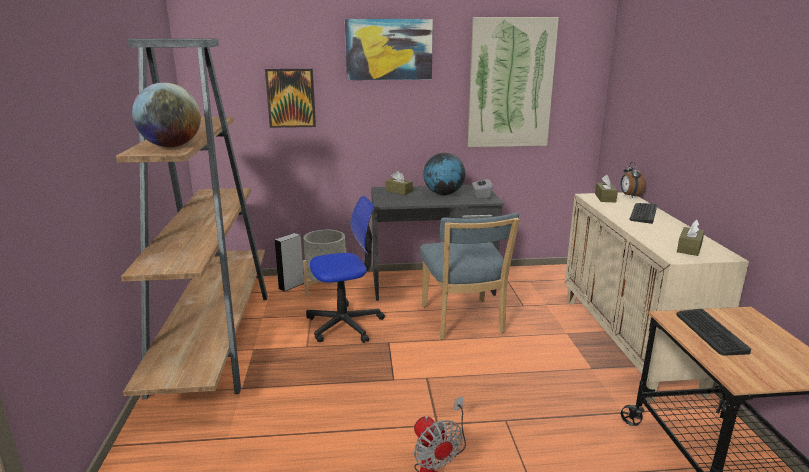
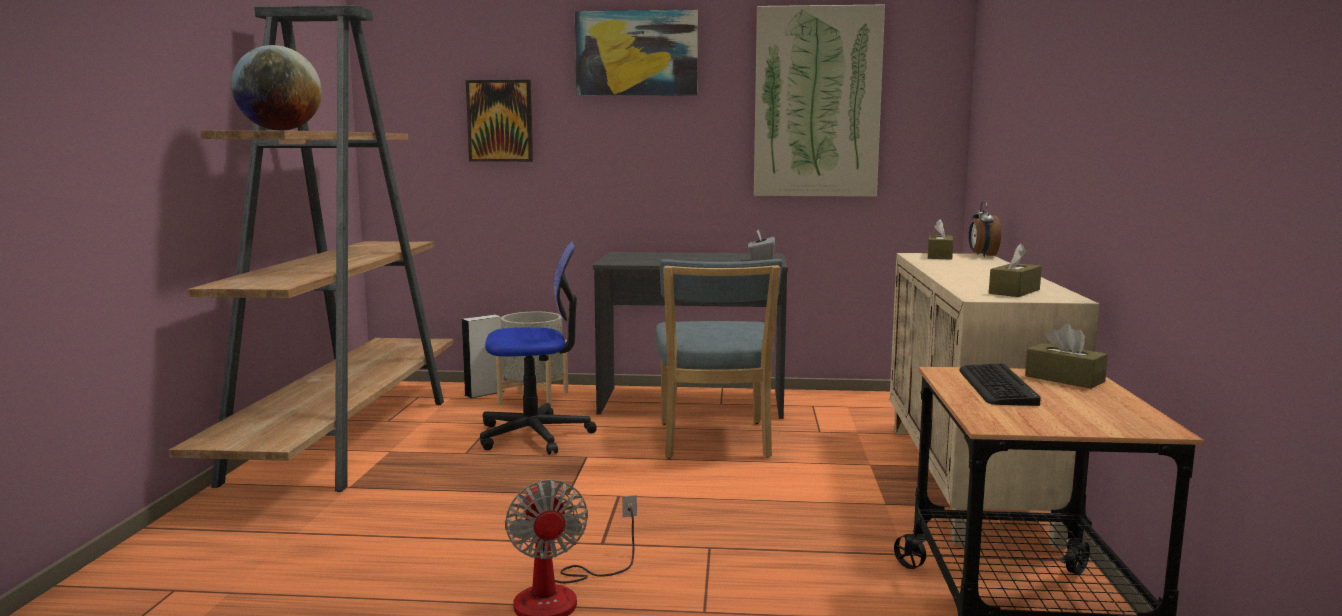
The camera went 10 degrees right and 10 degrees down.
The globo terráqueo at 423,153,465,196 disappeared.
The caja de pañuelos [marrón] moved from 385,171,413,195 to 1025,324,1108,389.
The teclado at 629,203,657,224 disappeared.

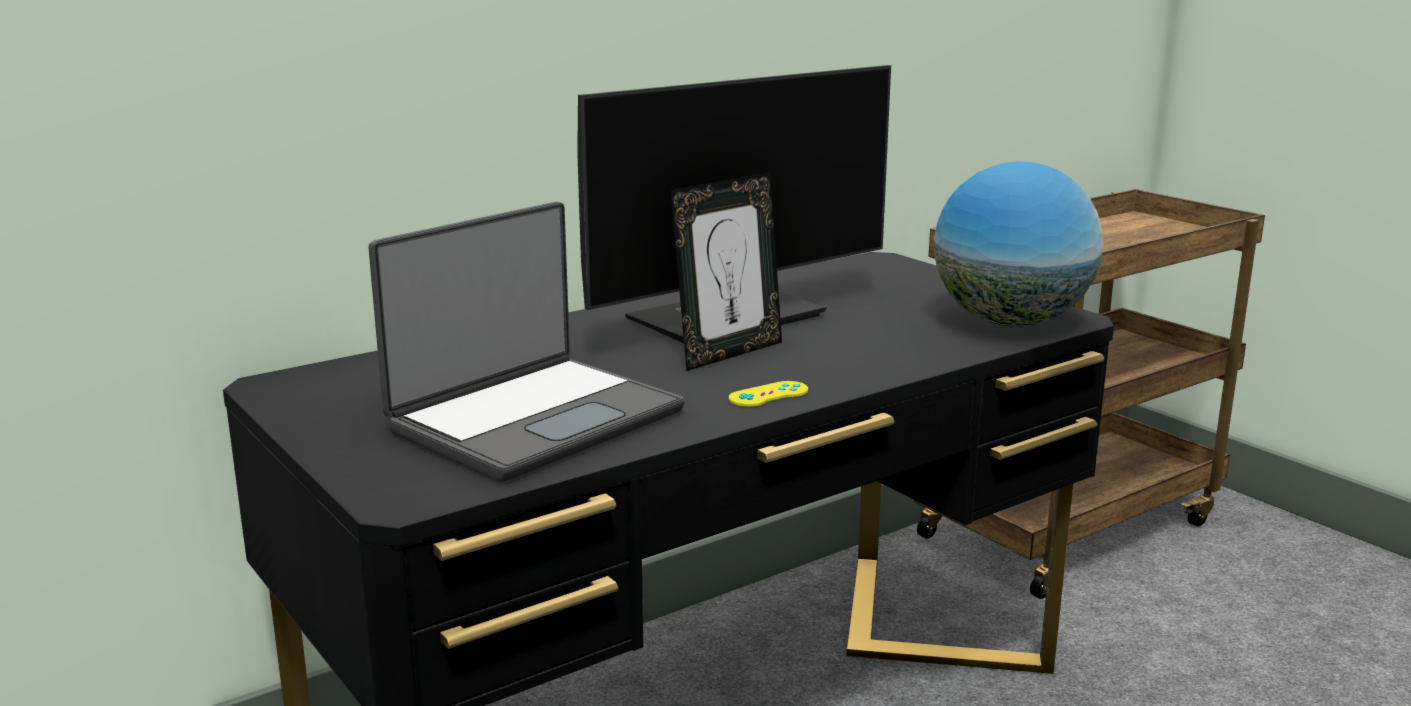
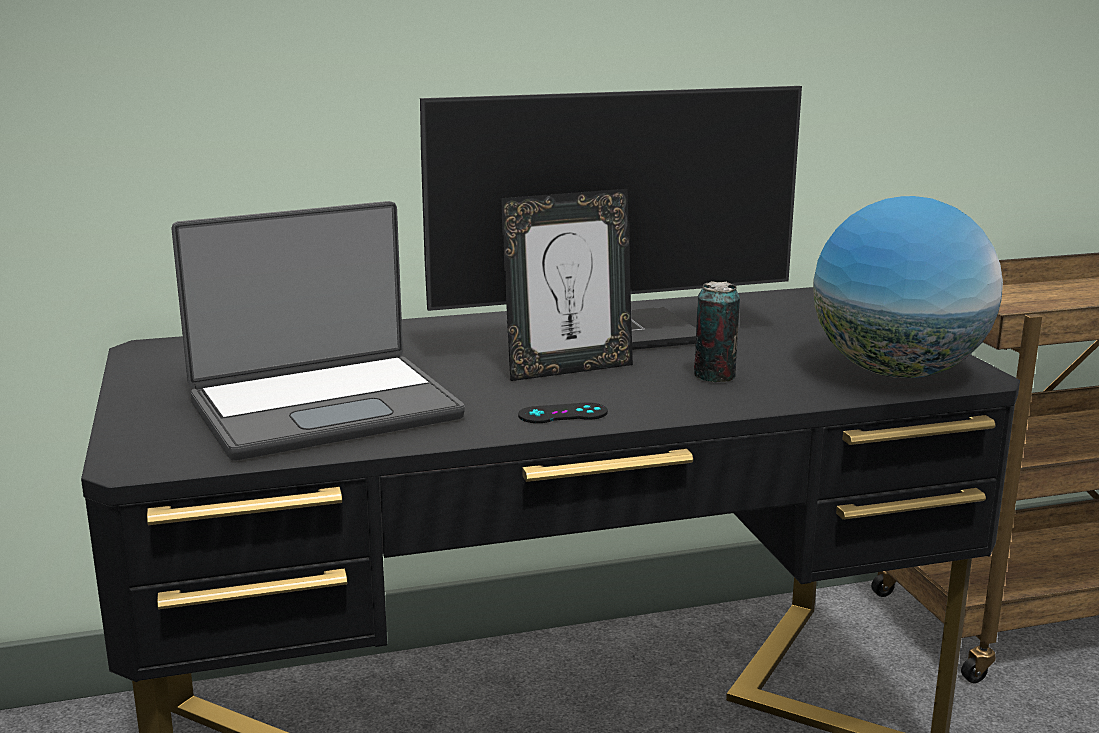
The camera went 20 degrees right and 0 degrees up.
The mando de consola [amarillo] at 729,381,808,407 became the mando de consola [negro] at 518,402,608,423.
The lata at 694,281,740,382 appeared.

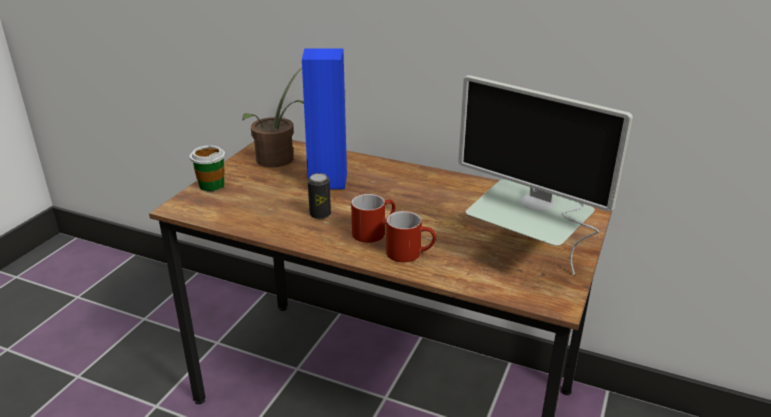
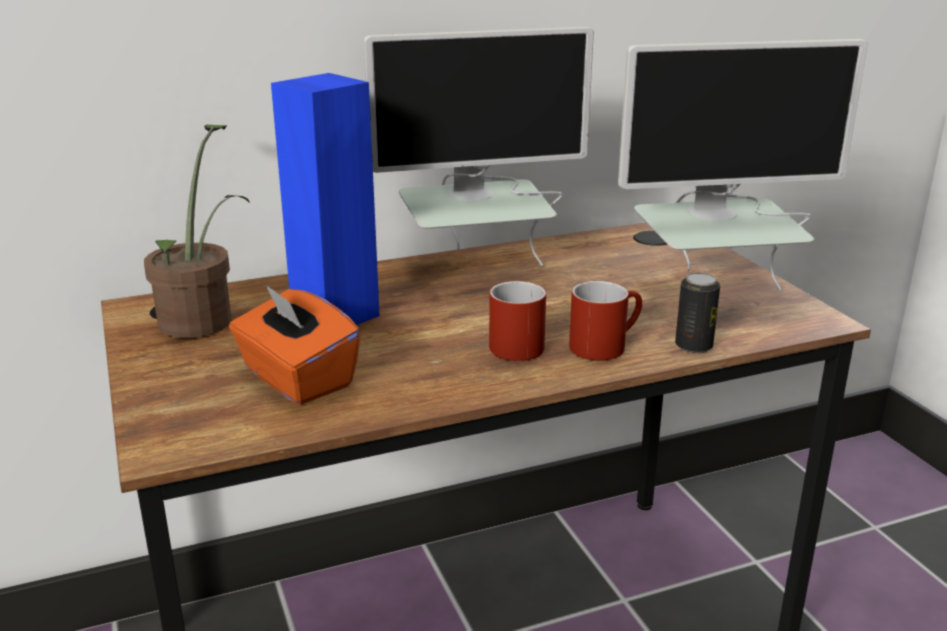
The camera went 45 degrees left and 5 degrees down.
The taza at 190,145,225,191 disappeared.
The lata moved from 308,173,331,219 to 675,272,720,353.
The monitor at 364,27,594,266 appeared.
The caja de pañuelos [naranja] at 229,284,361,405 appeared.

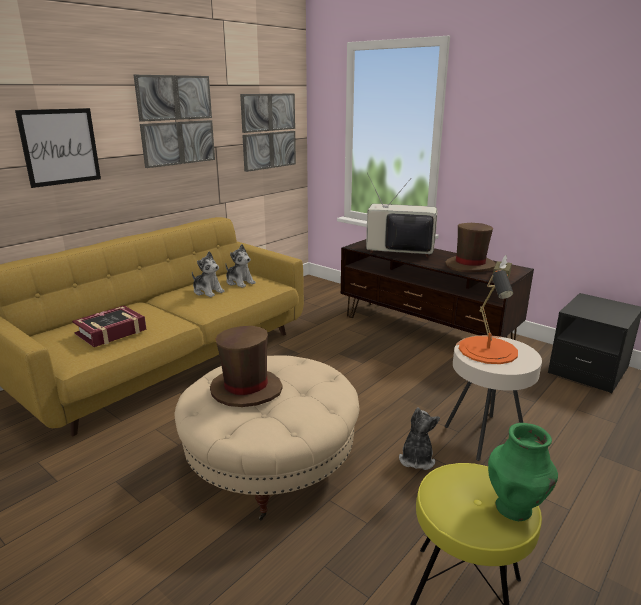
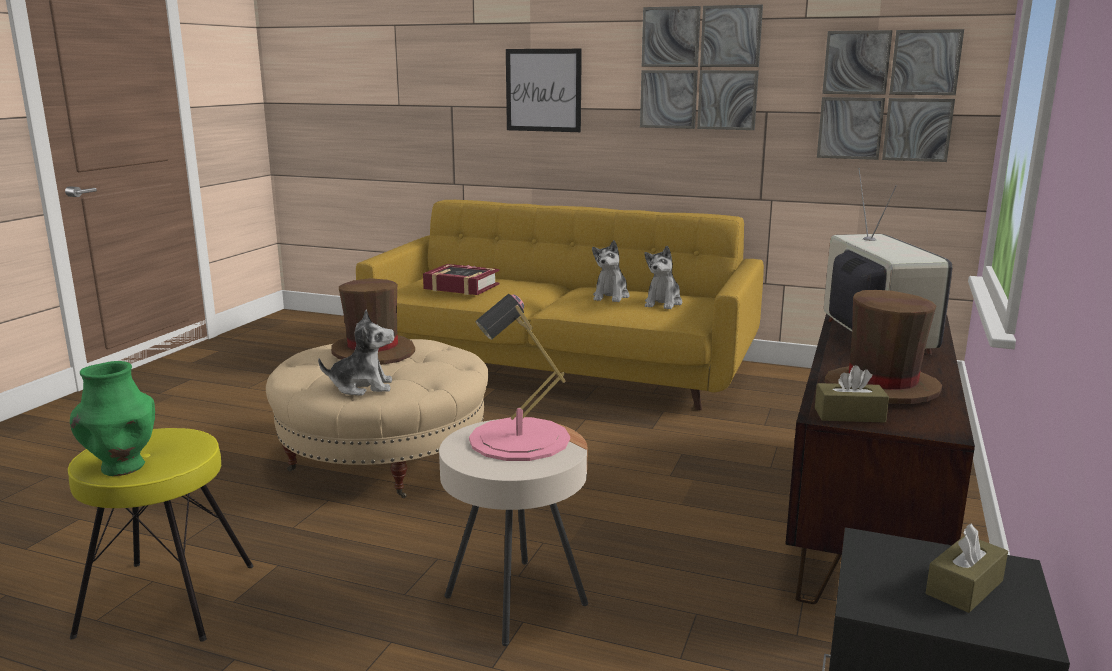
The camera went 70 degrees right and 5 degrees down.
The lámpara de mesa [naranja] at 459,270,518,364 became the lámpara de mesa [rosa] at 469,294,570,461.
The peluche moved from 399,407,440,470 to 318,310,395,396.
The caja de pañuelos [marrón] at 926,523,1008,613 appeared.

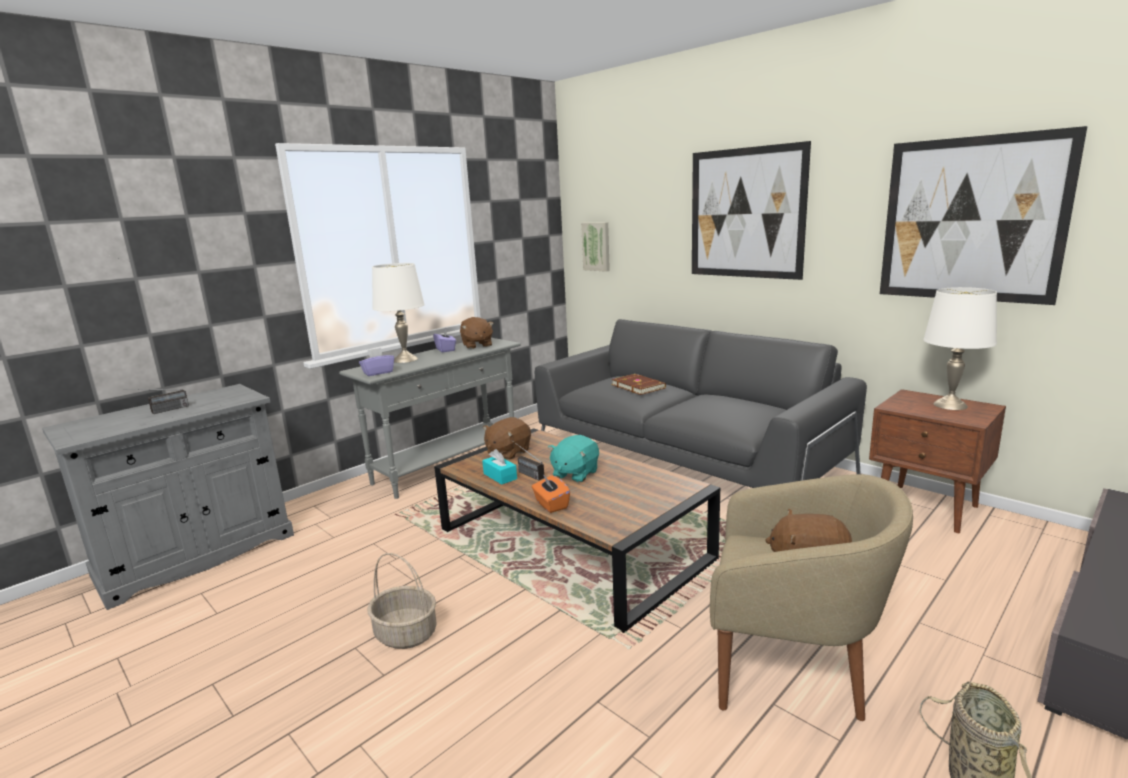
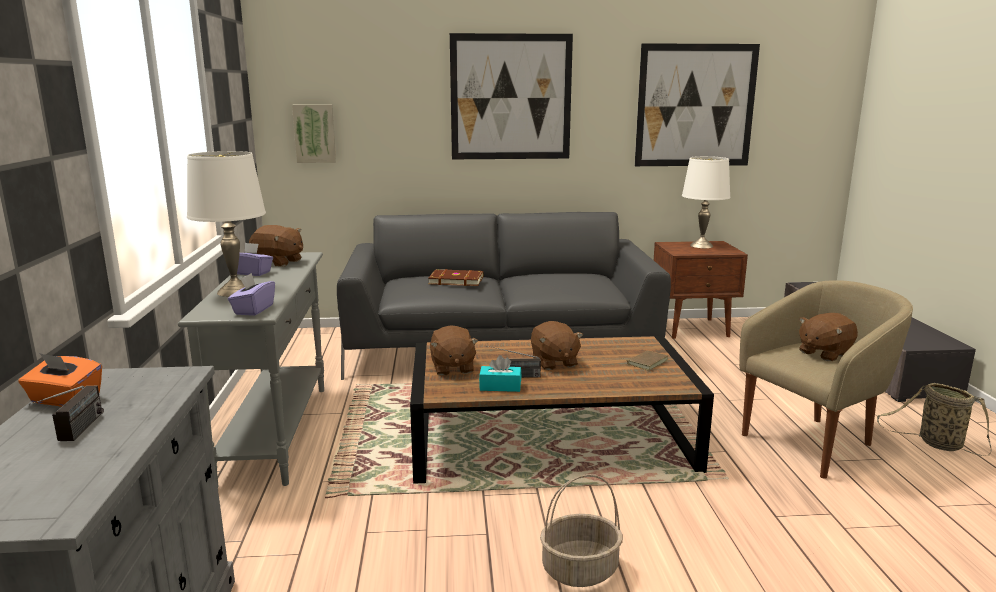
The camera went 50 degrees left and 0 degrees up.
The peluche [turquesa] at 548,435,599,483 became the peluche [marrón] at 531,321,583,370.
The caja de pañuelos [naranja] moved from 532,475,570,513 to 19,353,102,407.
The libro [marrón] at 621,350,668,371 appeared.

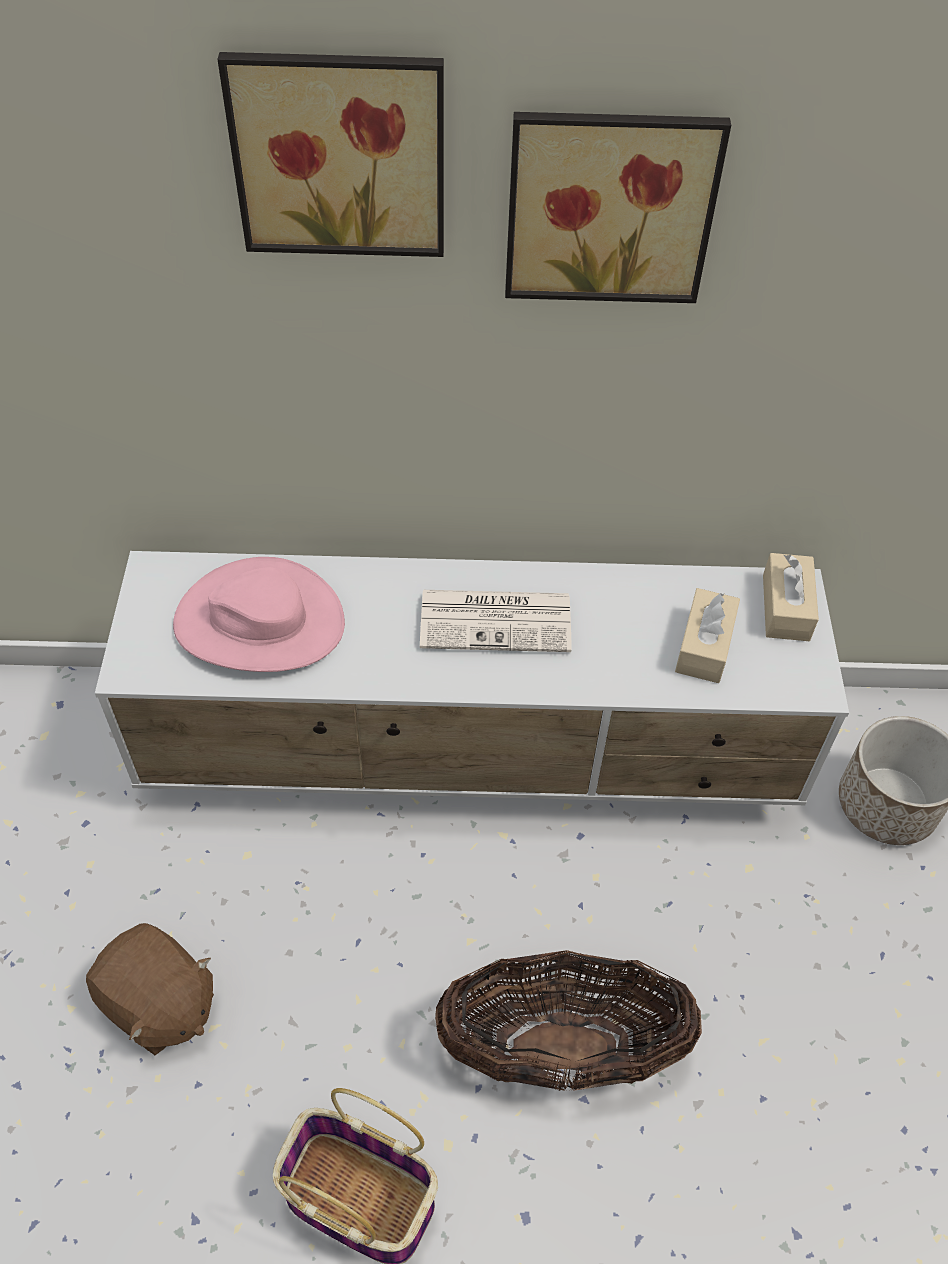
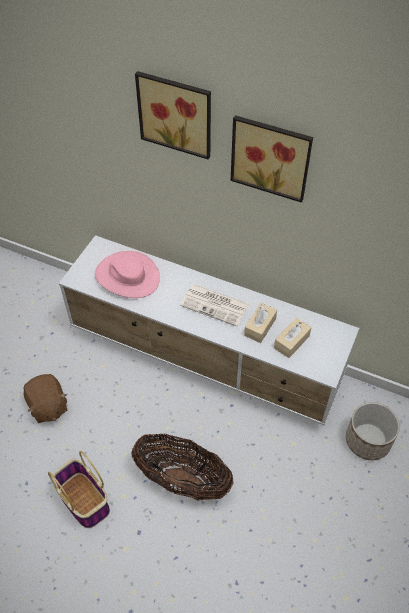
The camera went 25 degrees right and 0 degrees up.
The caja de pañuelos [beis] moved from 763,553,819,641 to 244,303,277,343.

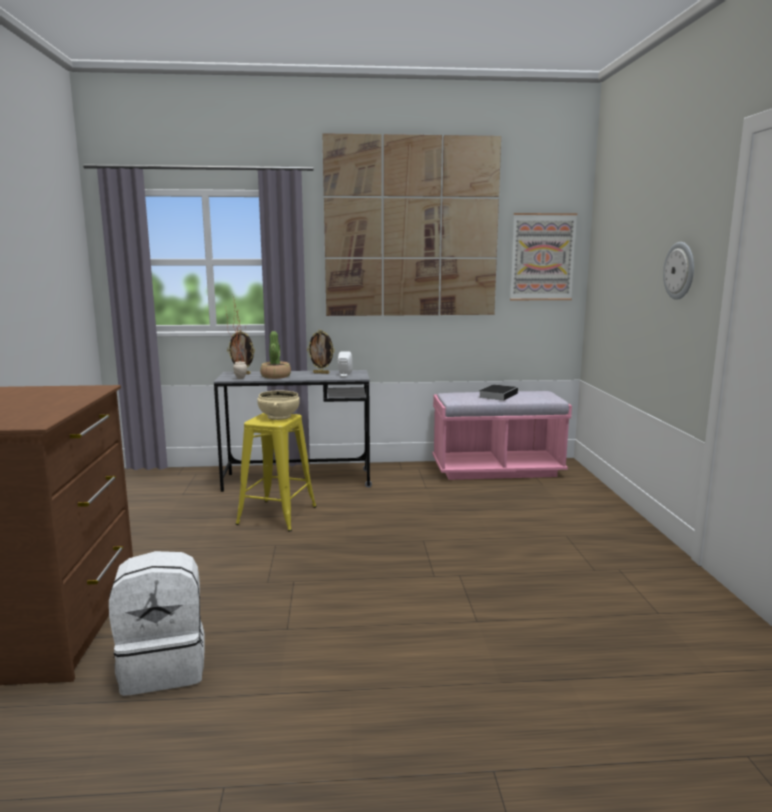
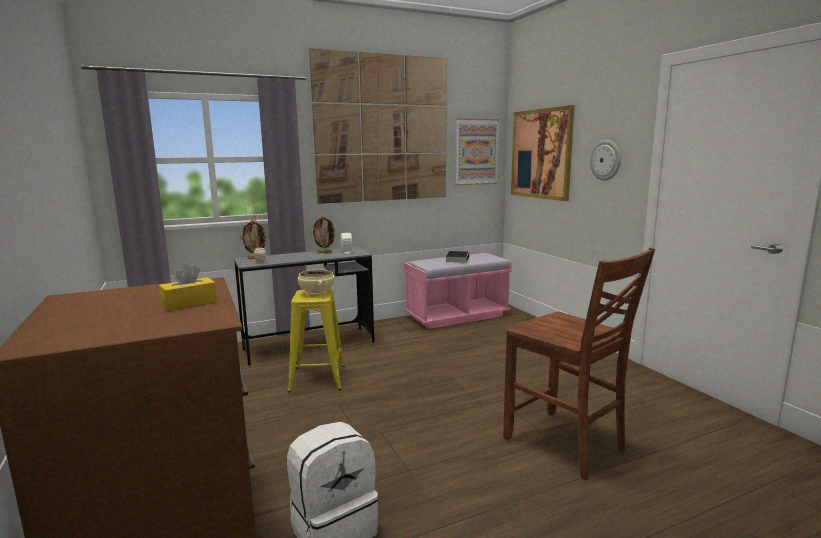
The camera went 20 degrees left and 0 degrees up.
The planta en maceta at 260,331,291,379 disappeared.
The cuadro at 511,105,574,201 appeared.
The silla [marrón] at 503,248,655,480 appeared.
The caja de pañuelos [amarillo] at 159,264,217,311 appeared.

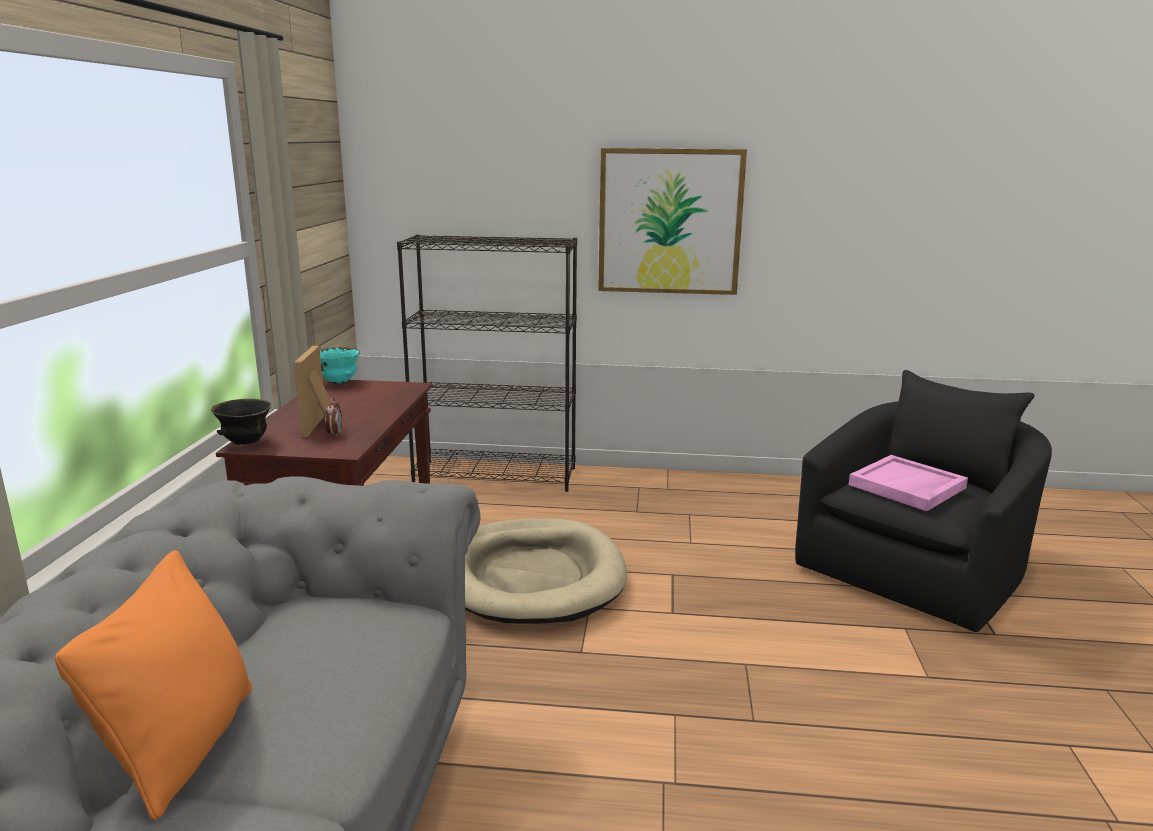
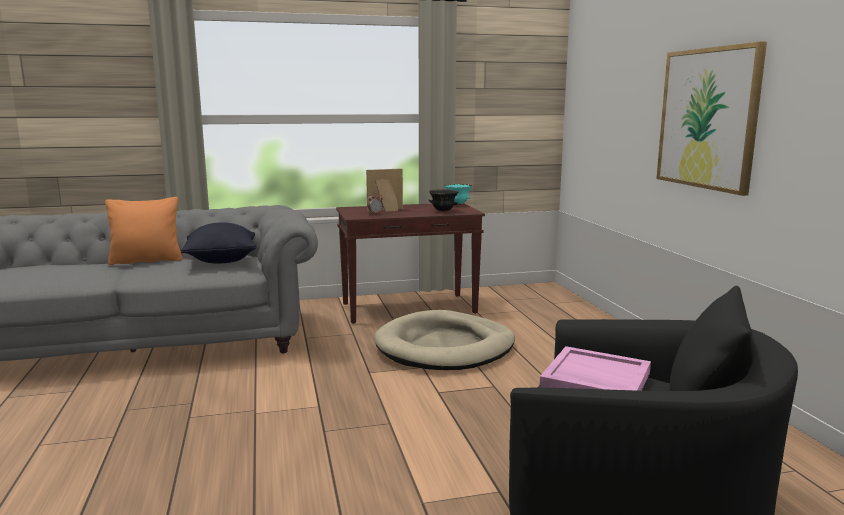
The camera went 70 degrees right and 5 degrees down.
The estantería [negro] at 397,234,577,492 disappeared.
The cuenco [negro] moved from 211,398,271,445 to 429,189,458,212.
The cojín [negro] at 181,222,256,263 appeared.

